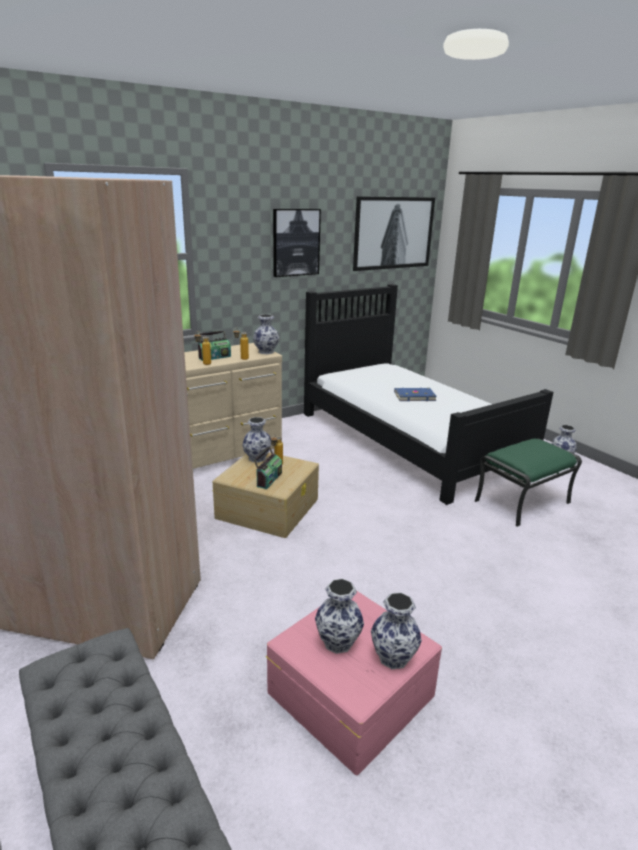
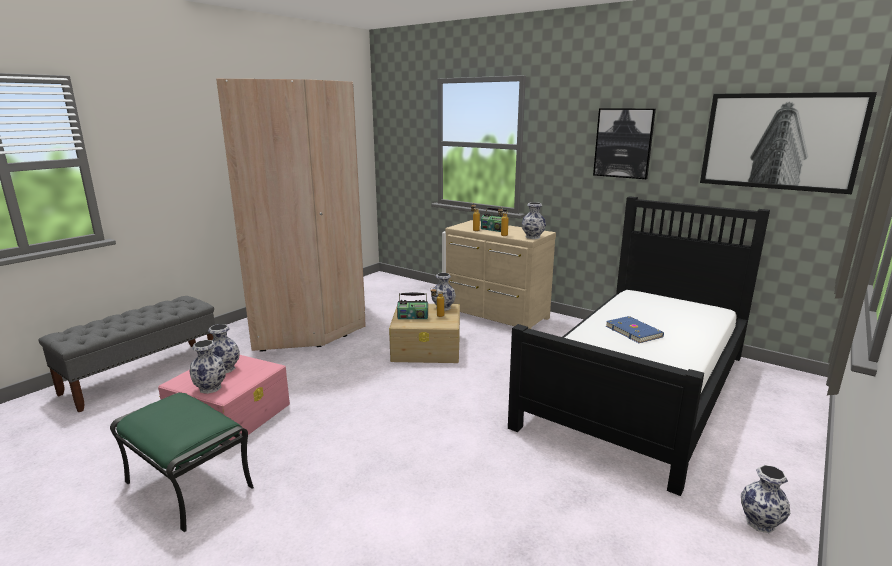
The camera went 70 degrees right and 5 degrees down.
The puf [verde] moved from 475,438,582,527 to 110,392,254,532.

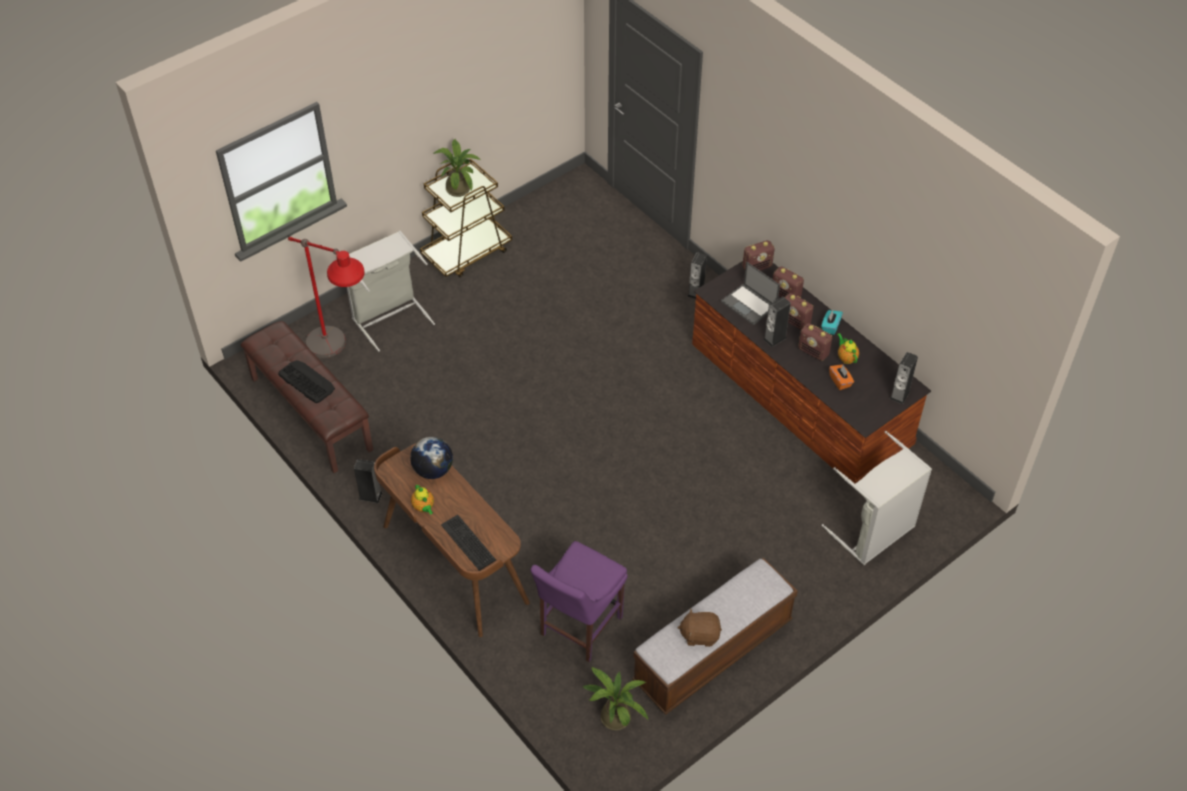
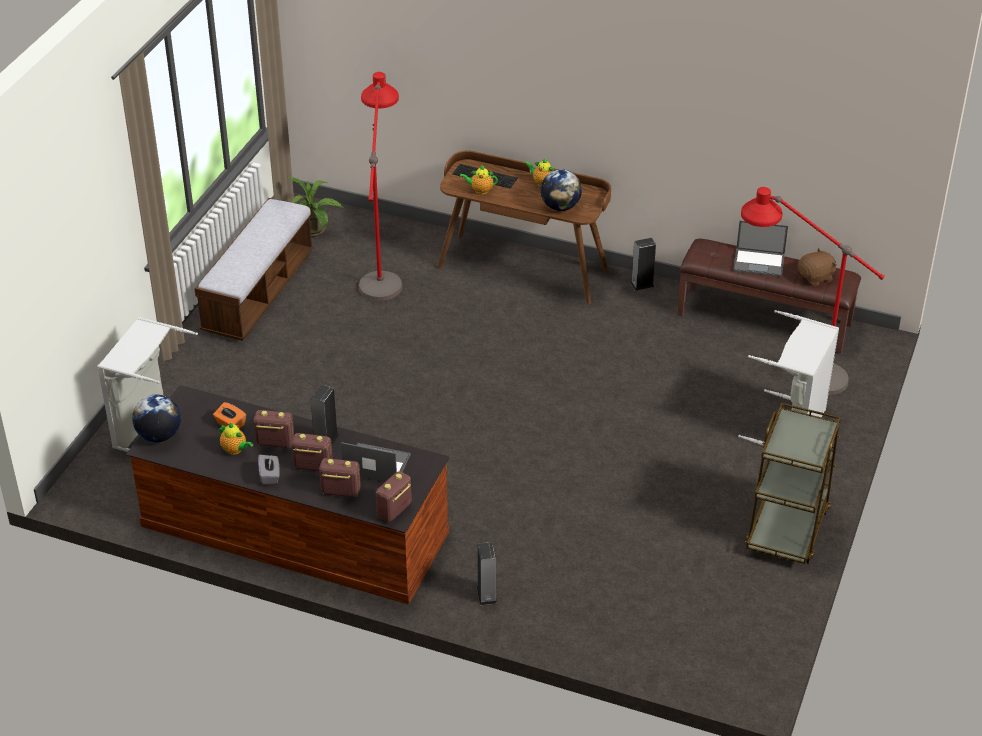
The camera went 150 degrees right and 10 degrees down.
The planta en maceta at 434,139,481,197 disappeared.
The caja de pañuelos [turquesa] at 821,310,843,335 became the caja de pañuelos [gris] at 258,454,280,485.
The altavoz at 890,352,918,405 was replaced by the globo terráqueo at 132,395,181,442.
The teclado at 278,360,335,403 was replaced by the portátil at 733,220,788,277.
The silla [morado] at 531,541,628,662 was replaced by the lámpara de pie [rojo] at 359,72,403,301.
The peluche [marrón] moved from 677,608,722,647 to 798,248,837,286.
The tetera at 460,165,498,194 appeared.

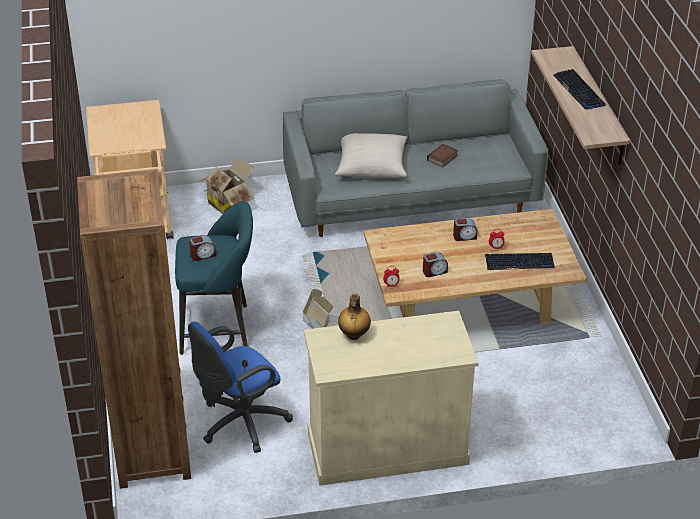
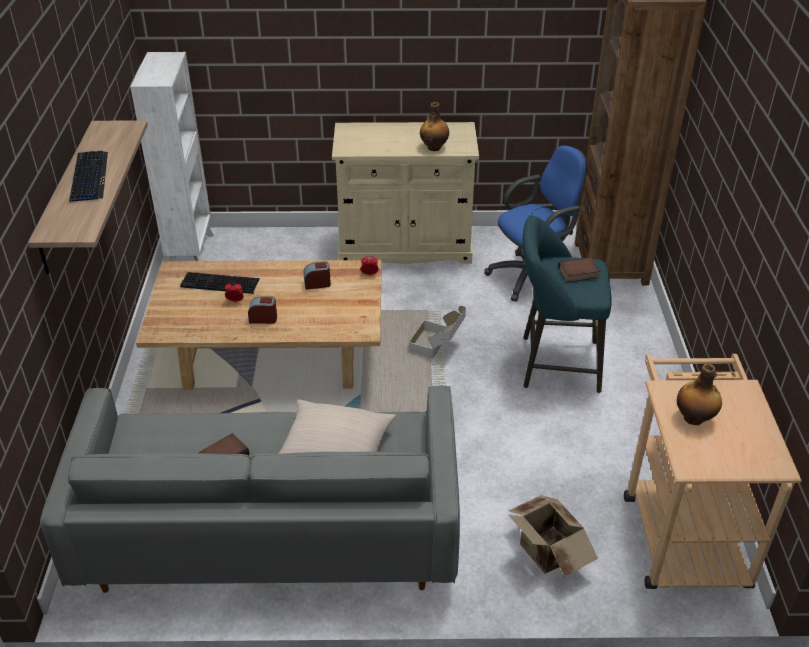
The camera went 170 degrees left and 0 degrees up.
The despertador at 189,235,216,261 was replaced by the libro at 558,257,600,282.
The estantería [blanco] at 130,52,214,261 appeared.
The botella at 677,364,722,425 appeared.

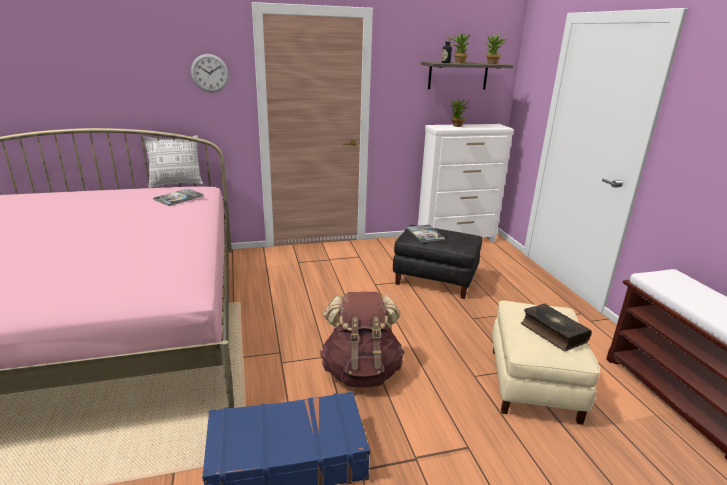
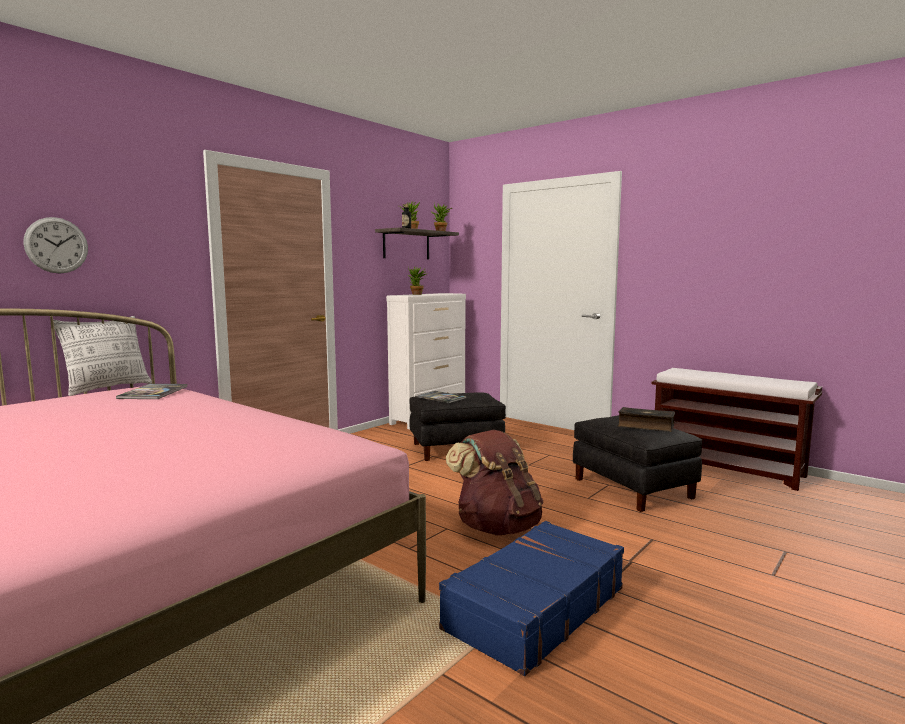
The camera went 35 degrees left and 15 degrees down.
The reloj de pared moved from 191,54,229,92 to 23,217,88,274.
The puf [beis] at 492,300,600,425 became the puf [negro] at 573,415,702,512.

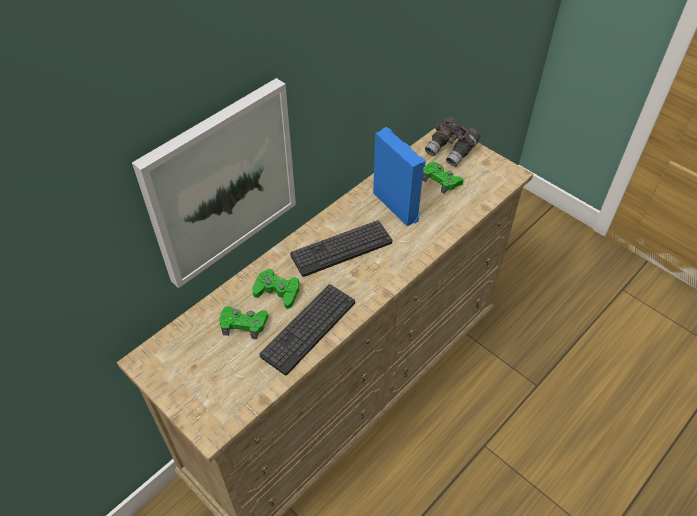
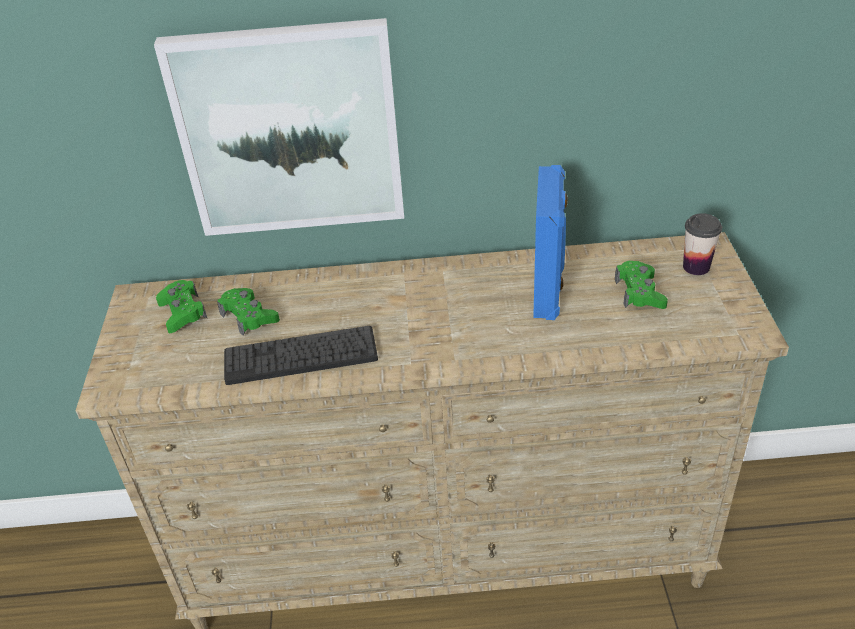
The camera went 45 degrees right and 10 degrees down.
The prismáticos [gris] at 425,117,480,167 was replaced by the taza at 683,213,722,275.
The teclado at 290,220,392,277 disappeared.
The mando de consola [verde] moved from 252,269,299,309 to 156,280,208,333.

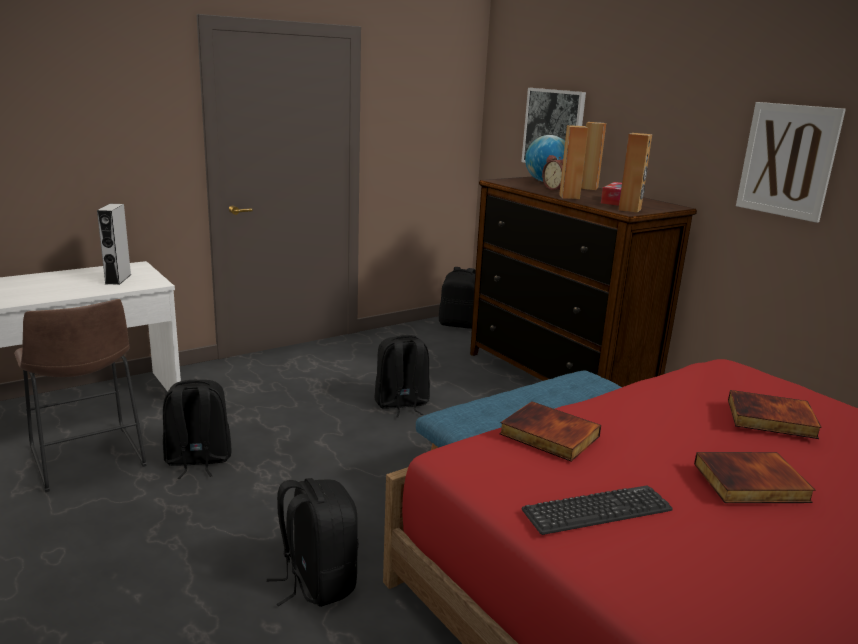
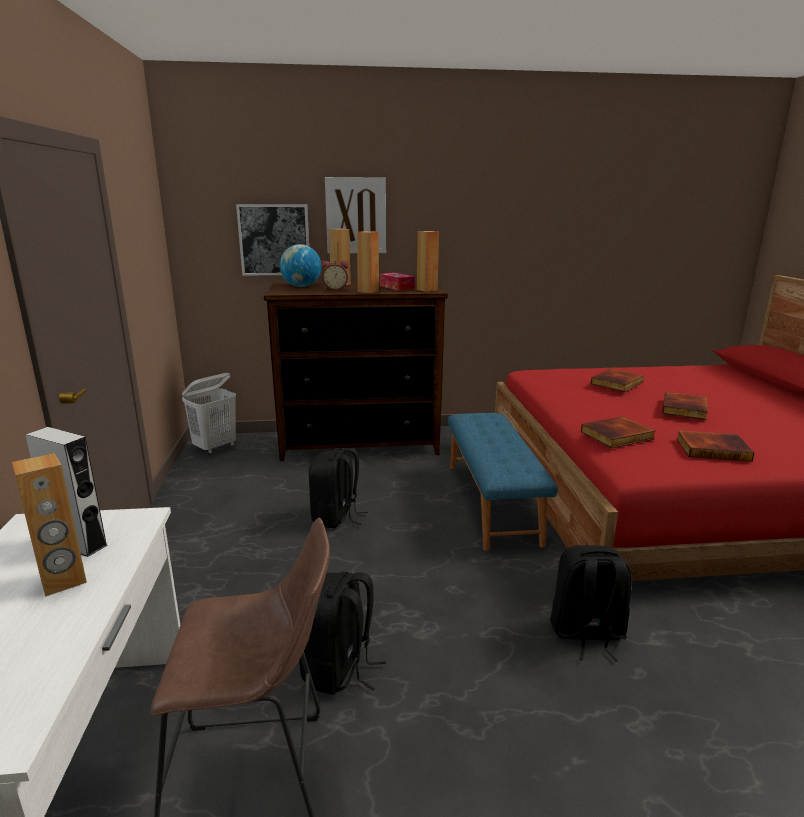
The camera went 60 degrees left and 0 degrees up.
The cuadro moved from 736,102,846,223 to 325,177,386,253.
The mochila [negro] at 439,267,476,329 was replaced by the cesto de la ropa [blanco] at 182,373,236,454.
The teclado at 522,485,673,535 was replaced by the libro at 676,431,755,462.
The altavoz [marrón] at 12,453,87,597 appeared.

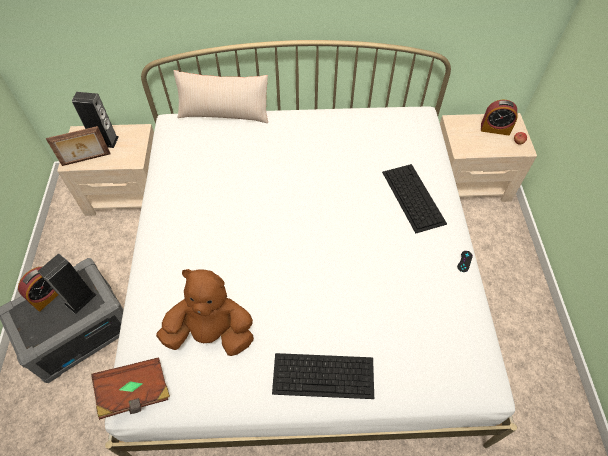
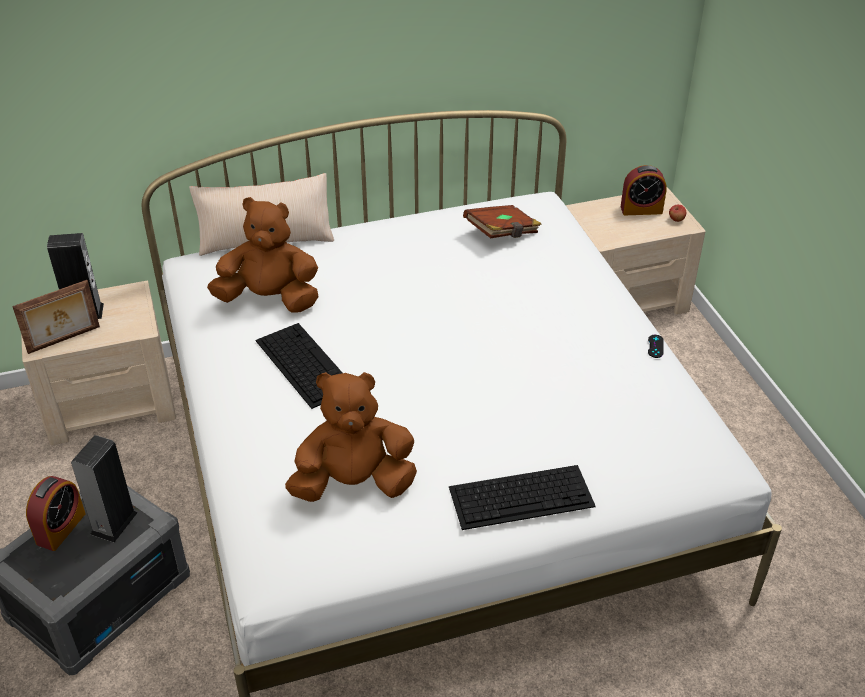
The camera went 15 degrees left and 15 degrees down.
The teclado moved from 382,164,447,233 to 256,323,342,409.
The libro [marrón] moved from 91,357,170,420 to 463,205,542,238.
The peluche [marrón] at 207,197,319,313 appeared.

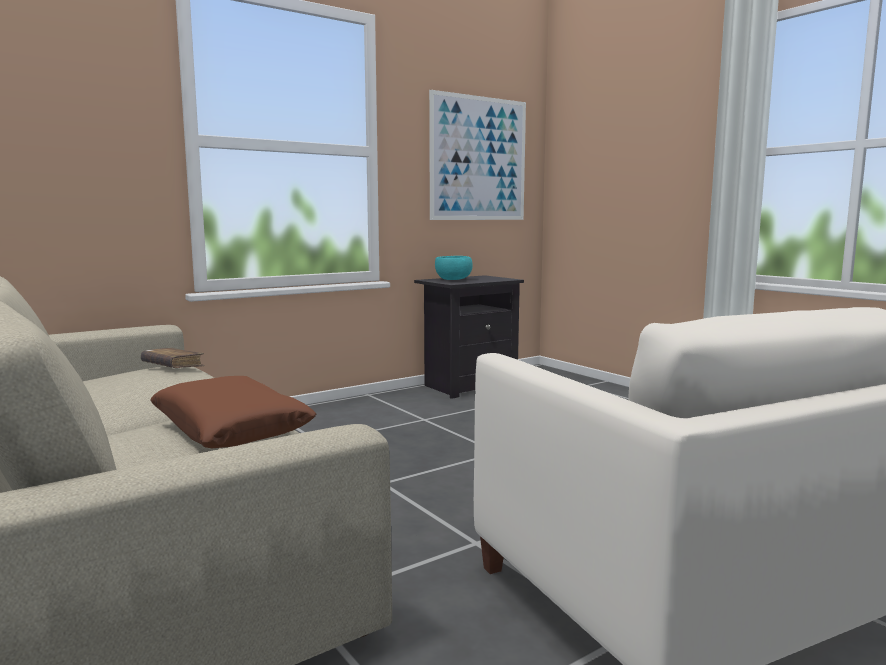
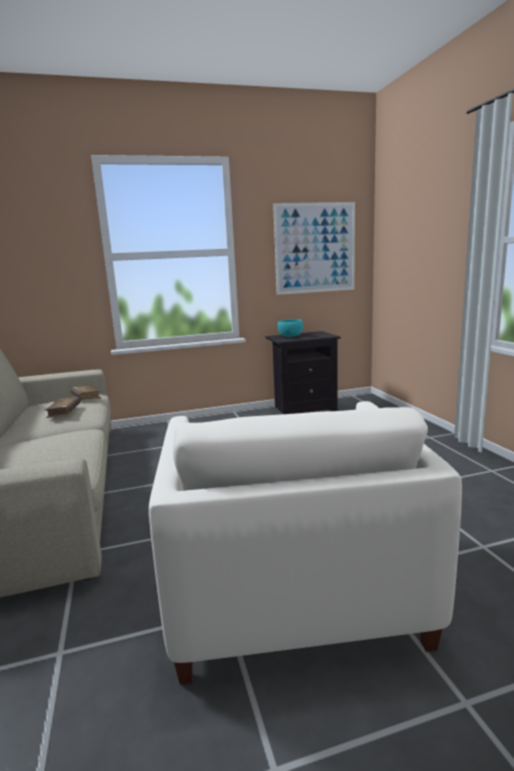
The camera went 20 degrees right and 5 degrees up.
The cojín [marrón] at 150,376,317,448 disappeared.
The libro [marrón] at 45,397,81,418 appeared.

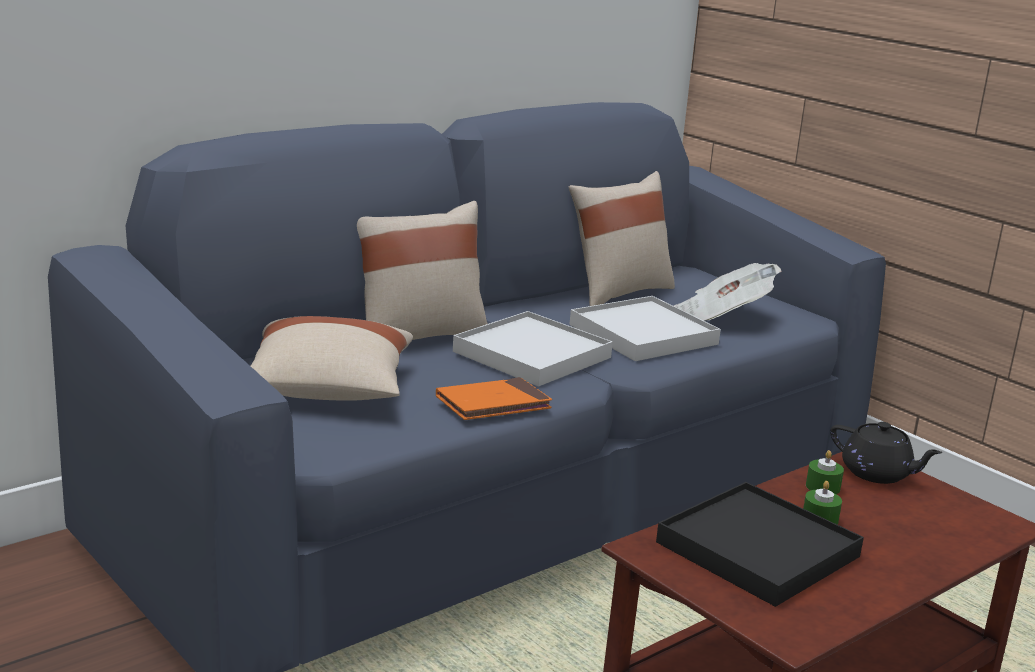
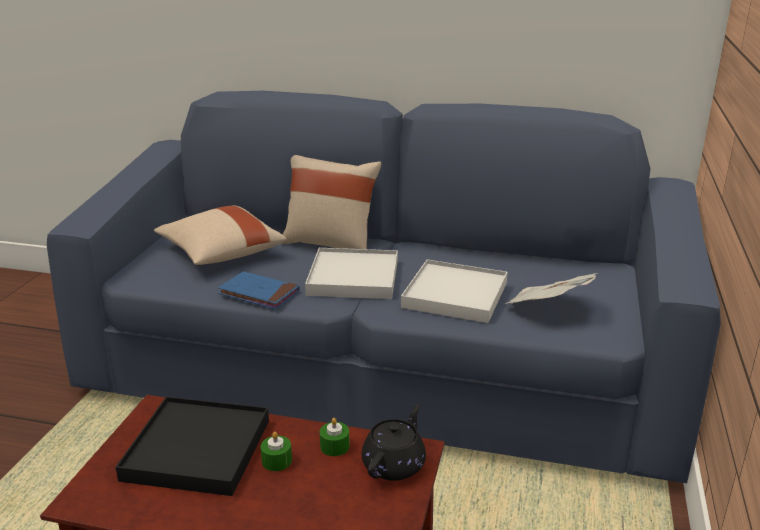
The camera went 55 degrees right and 5 degrees up.
The cojín [beis] at 569,171,675,306 disappeared.
The libro [naranja] at 436,377,552,420 became the libro [azul] at 218,271,300,309.
The tetera [negro] at 830,422,943,484 turned 150 degrees counterclockwise.

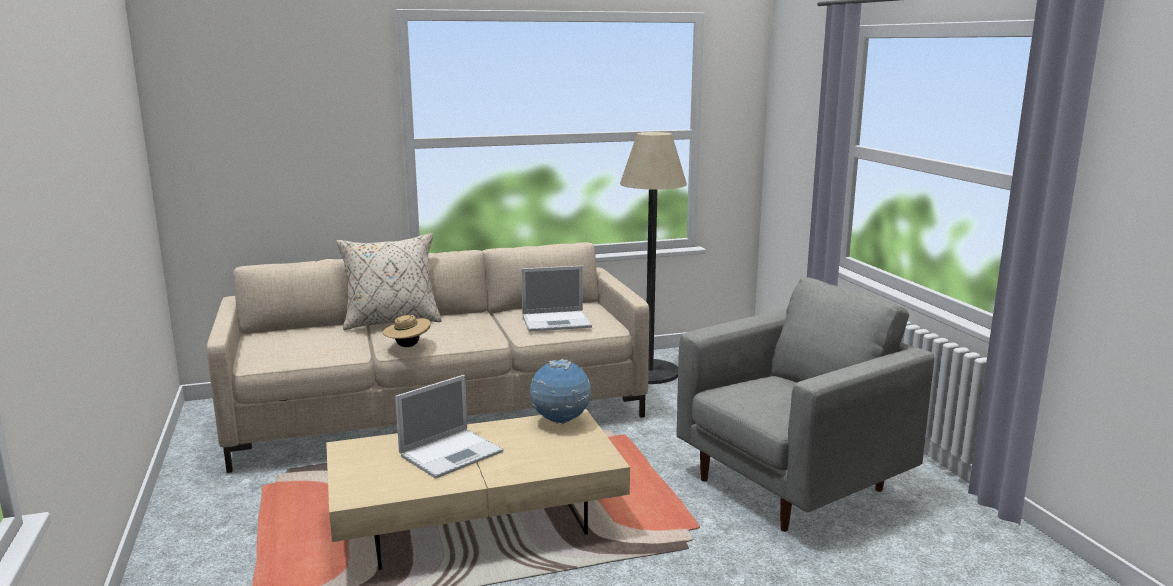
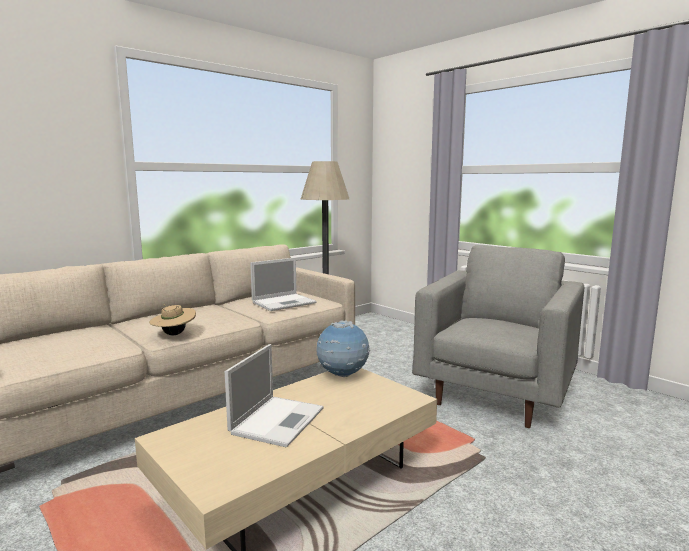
The camera went 25 degrees left and 5 degrees down.
The cojín [beis] at 336,233,442,330 disappeared.

